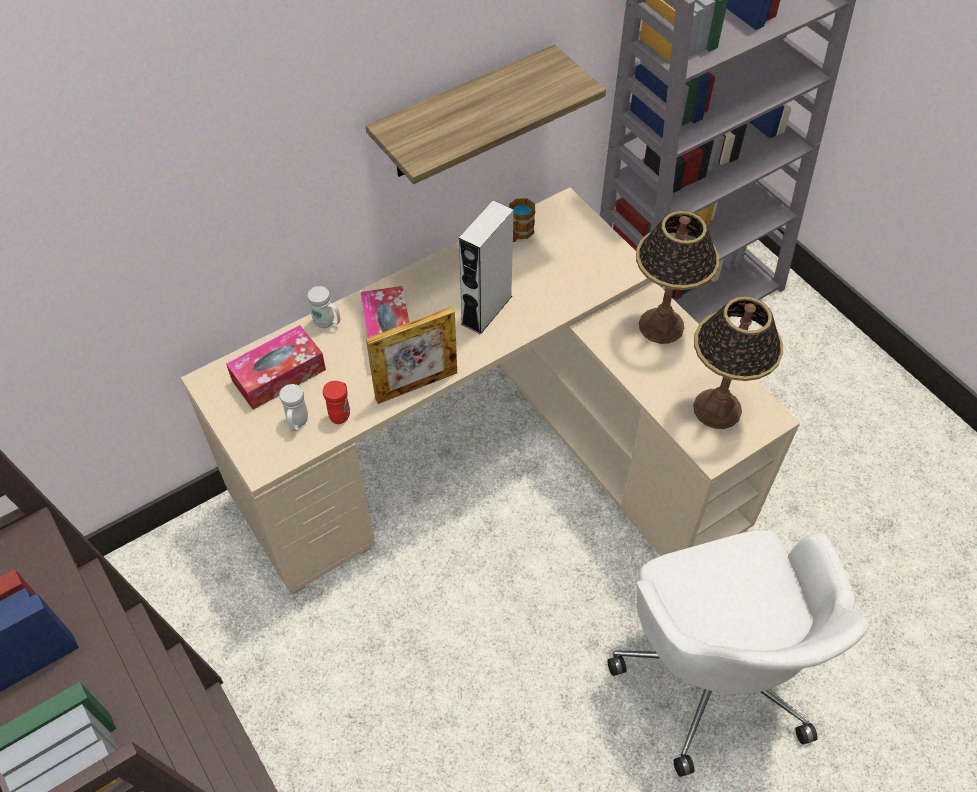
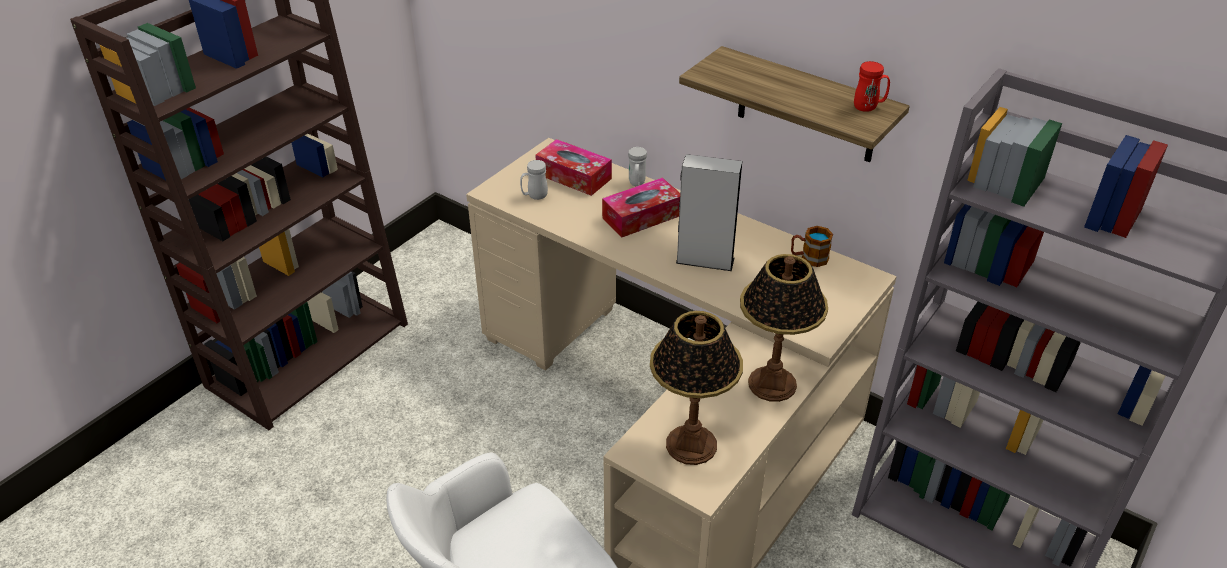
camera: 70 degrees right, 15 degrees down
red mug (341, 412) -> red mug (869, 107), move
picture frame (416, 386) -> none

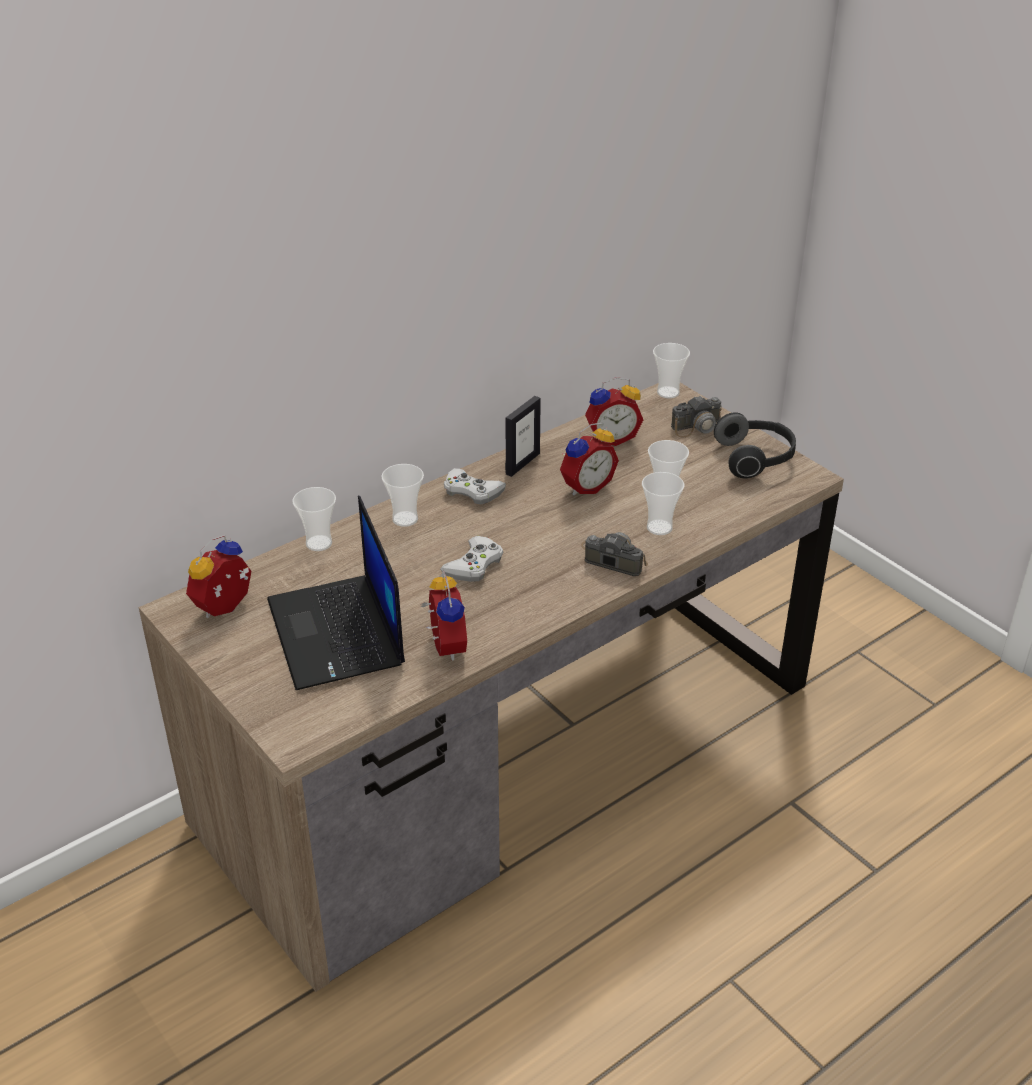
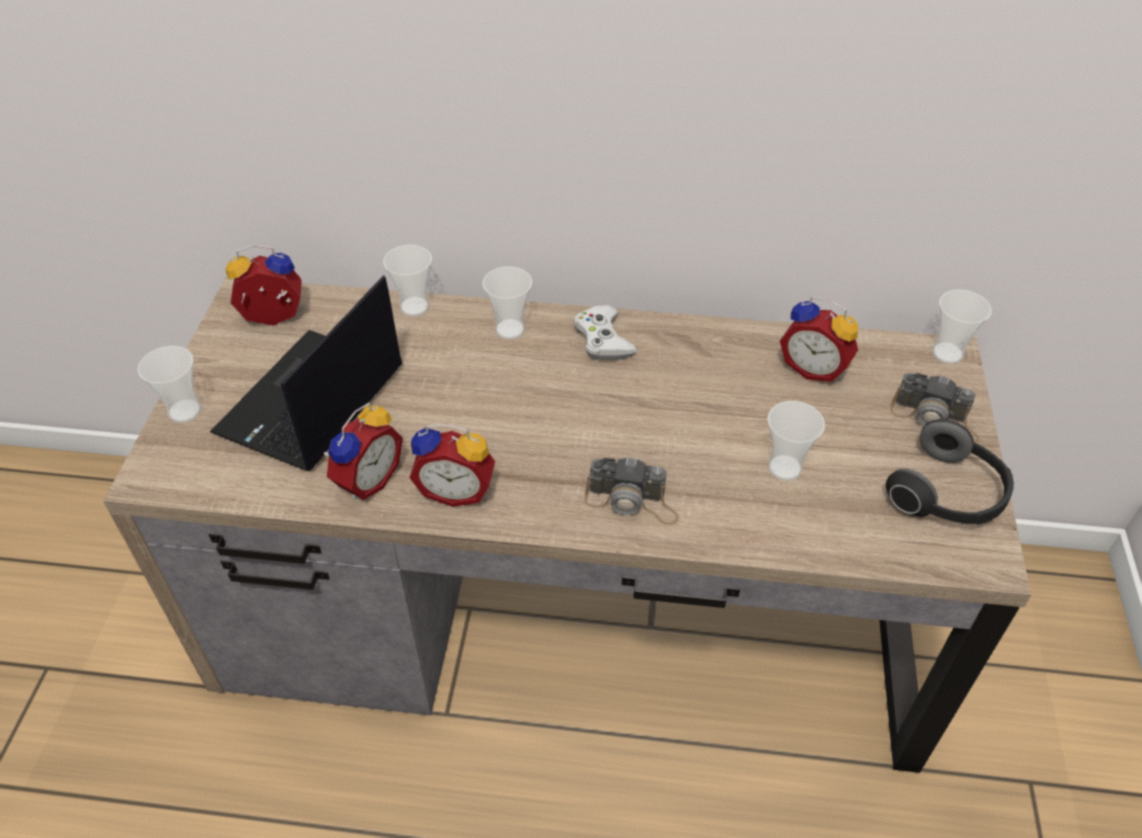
camera: 45 degrees right, 10 degrees up
white game controller (474, 565) -> none
picture frame (522, 463) -> none
alarm clock (585, 486) -> alarm clock (457, 489), move
photo camera (611, 558) -> photo camera (632, 501), 120 degrees clockwise
cup (659, 527) -> cup (185, 411), move

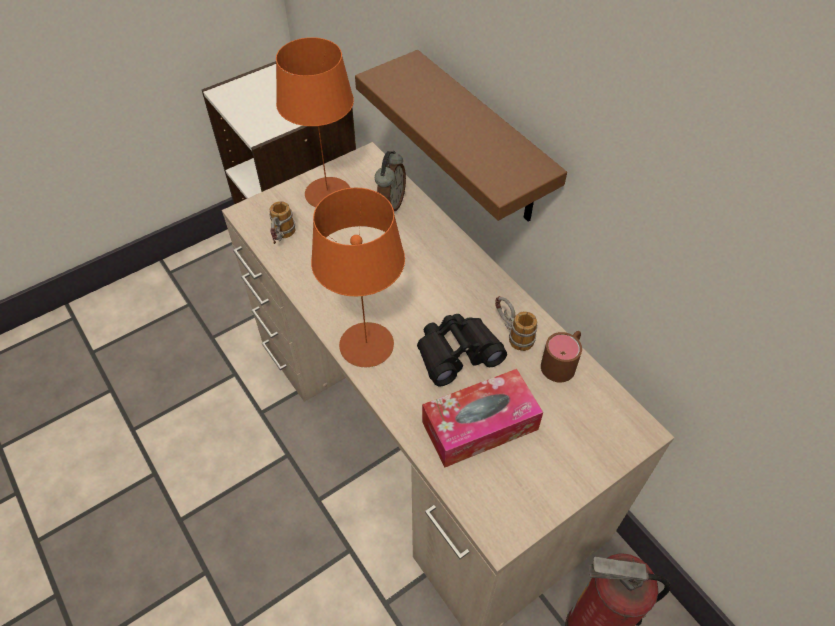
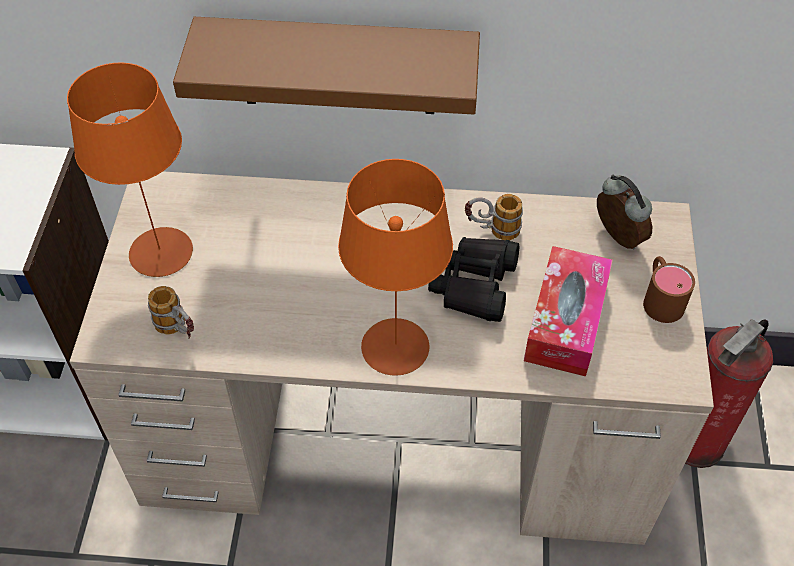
camera: 50 degrees left, 0 degrees up
alarm clock (390, 203) -> alarm clock (616, 238), move
brown mug (562, 362) -> brown mug (660, 298), move

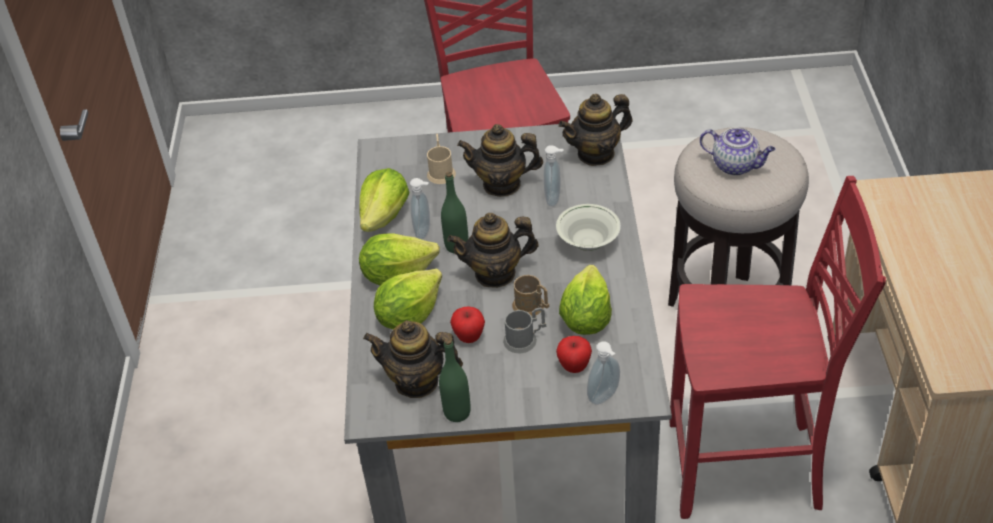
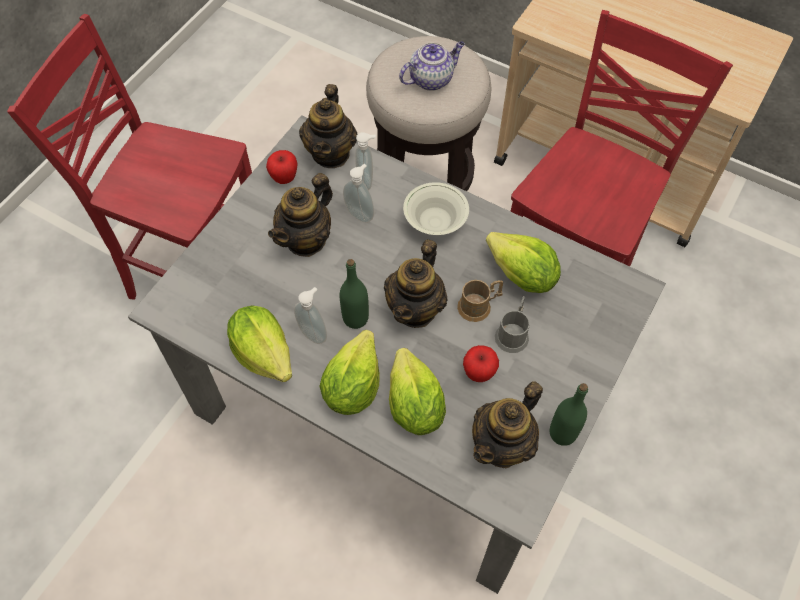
camera: 60 degrees left, 15 degrees up
beige mug (441, 171) -> none
apple (574, 367) -> apple (284, 178), move
soap dispenser (605, 397) -> soap dispenser (367, 181), move

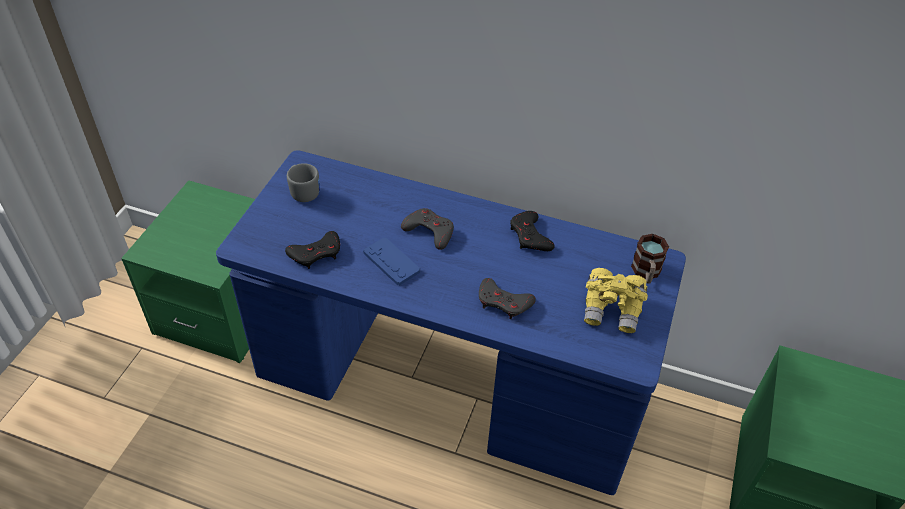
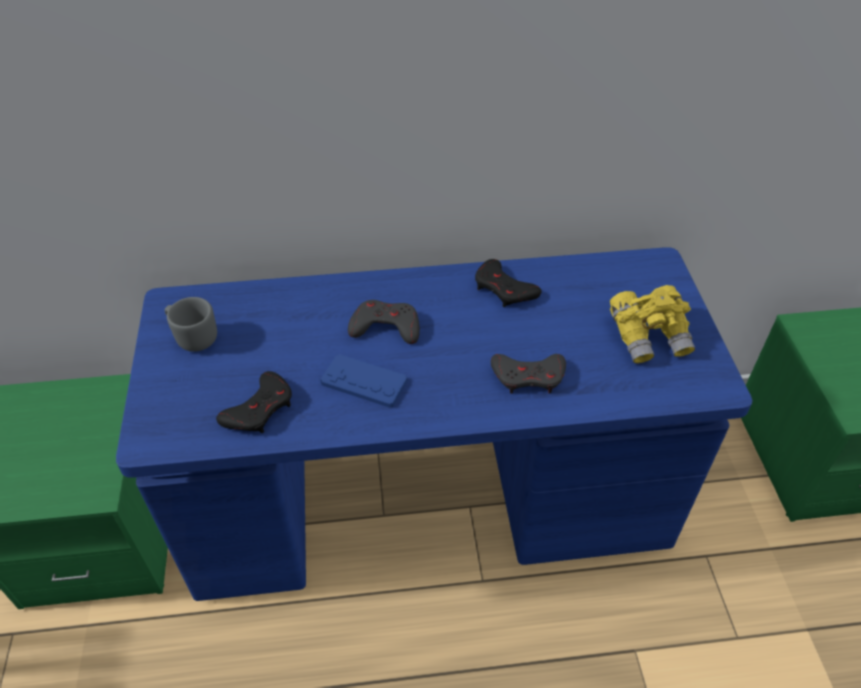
camera: 25 degrees left, 0 degrees up
mug (646, 273) -> none

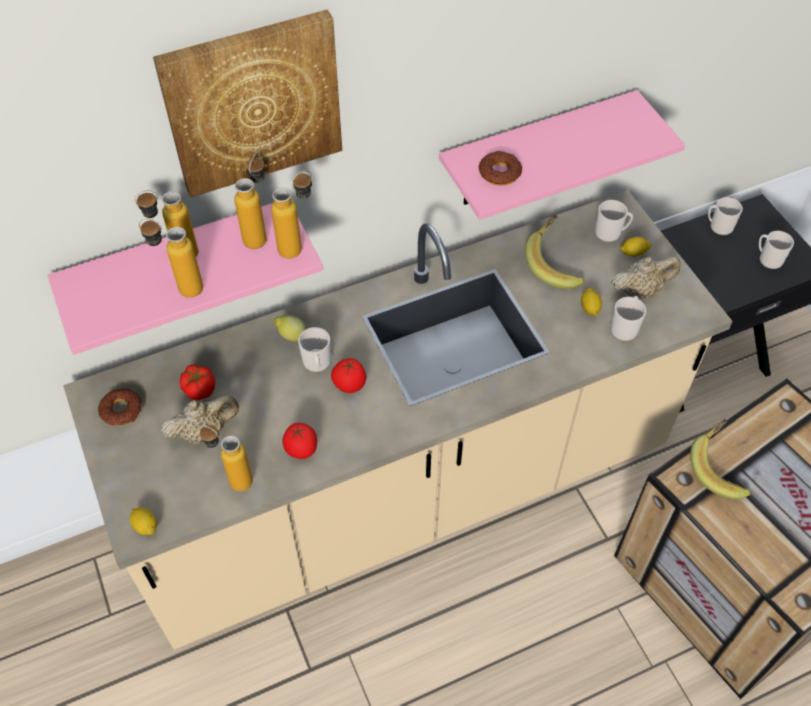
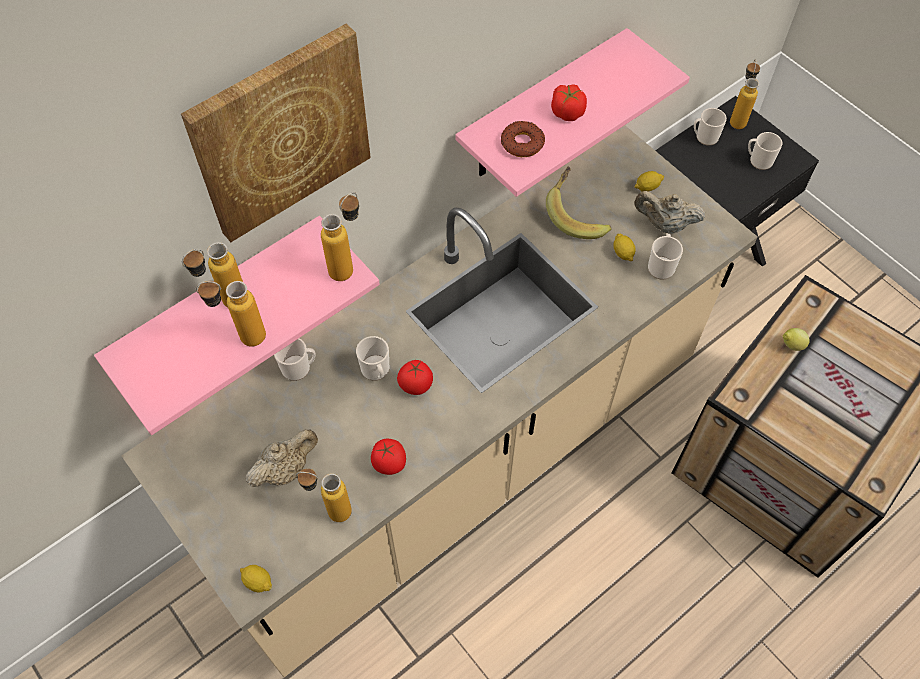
camera: 15 degrees left, 5 degrees up
donut (121, 410) -> none
tomato (199, 389) -> tomato (567, 112), move
bottle (259, 234) -> bottle (737, 118), move
lemon (291, 336) -> lemon (791, 345), move
mug (610, 233) -> mug (299, 368), move
beige teapot (640, 290) -> beige teapot (664, 225), 135 degrees counterclockwise
banana (720, 468) -> none

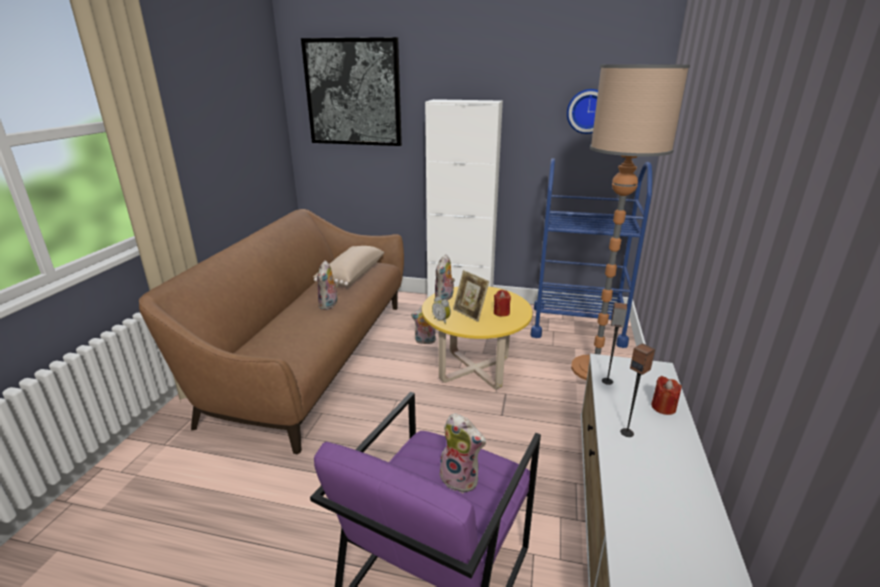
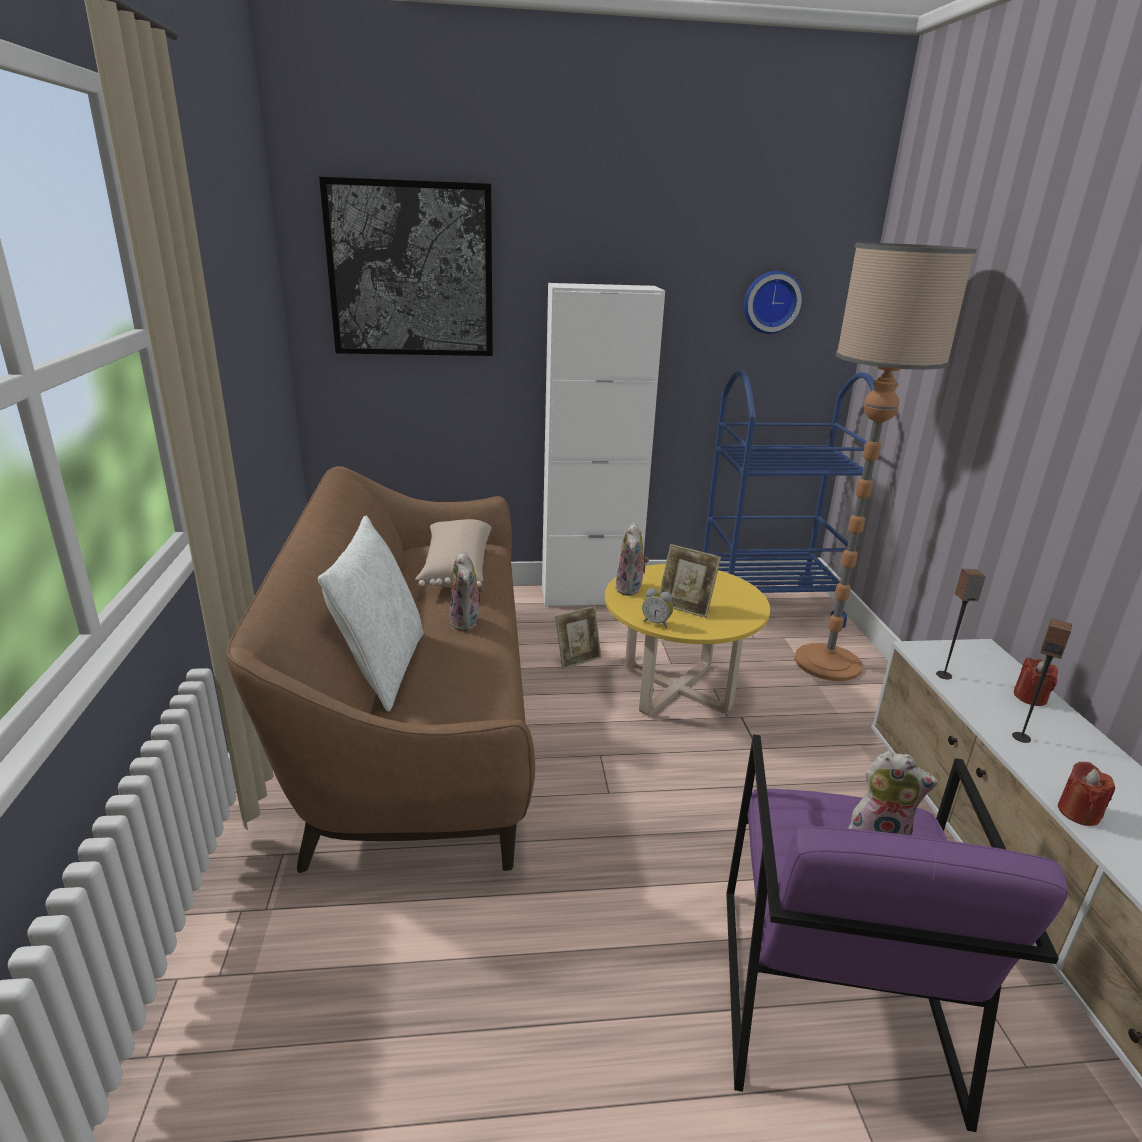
camera: 20 degrees left, 0 degrees up
plush toy (424, 341) -> picture frame (577, 659)
red candle (501, 312) -> red candle (1078, 812), move
none -> white pillow (381, 668)

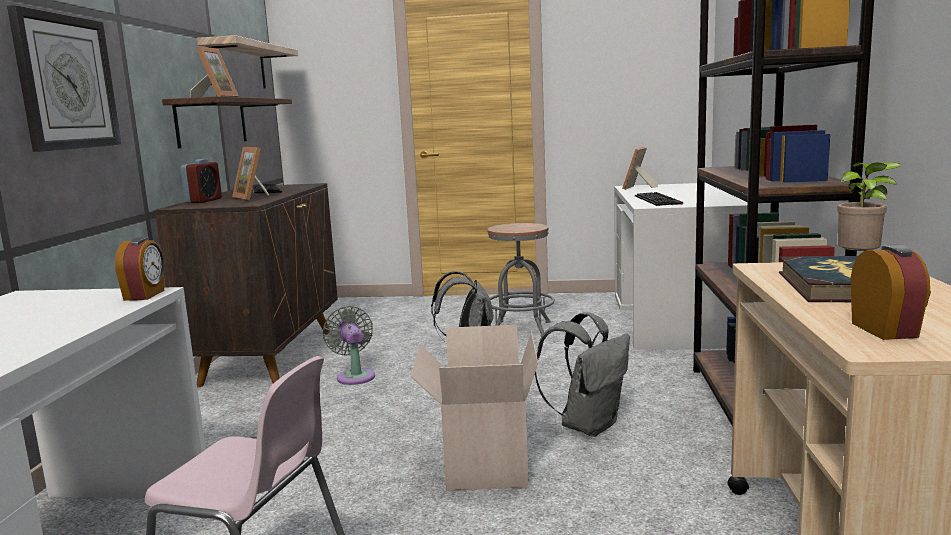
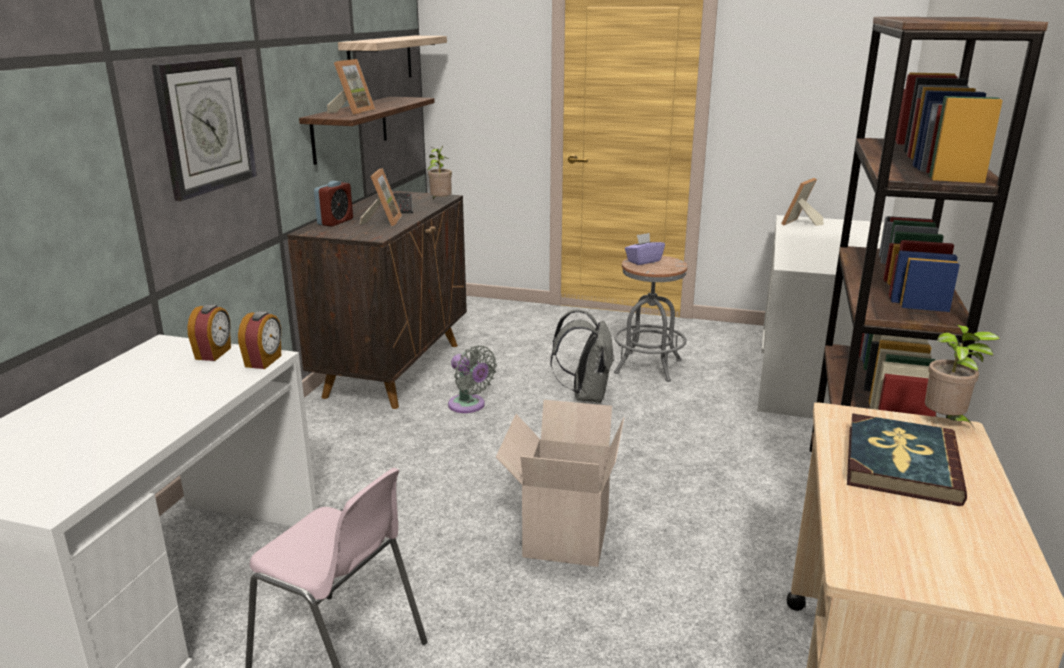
camera: 10 degrees right, 10 degrees up
picture frame (254, 197) -> picture frame (383, 221), 150 degrees counterclockwise
grey fan (355, 376) -> grey fan (469, 406), 150 degrees clockwise
grey backpack (588, 425) -> none
keyboard (659, 200) -> none
alarm clock (885, 330) -> alarm clock (214, 353), move
none -> potted plant (440, 202)
none -> purple tissue box (643, 261)

